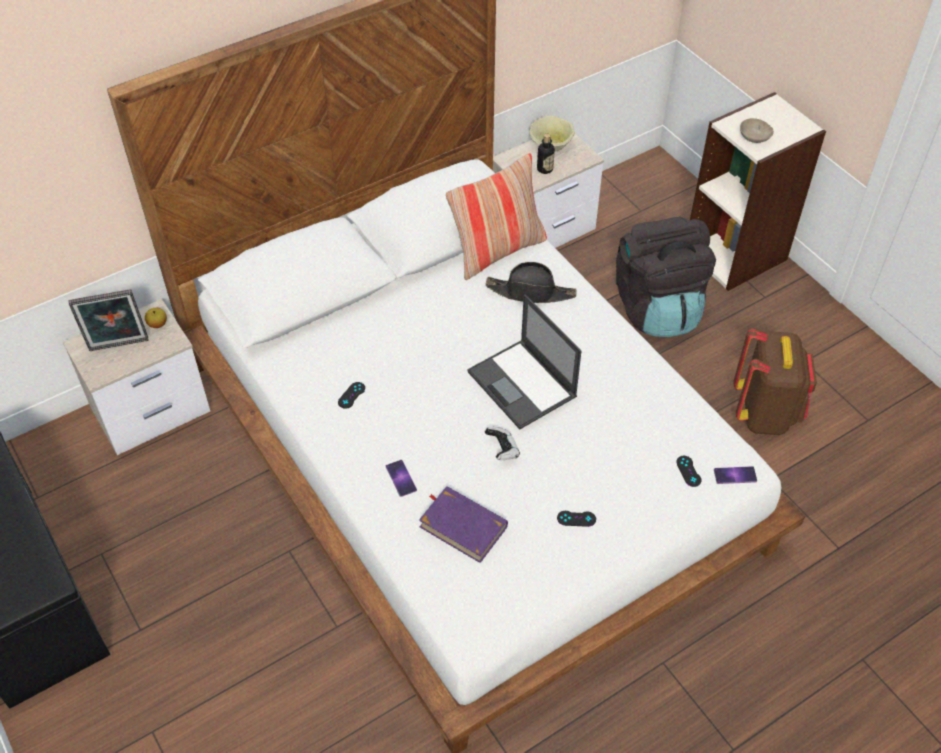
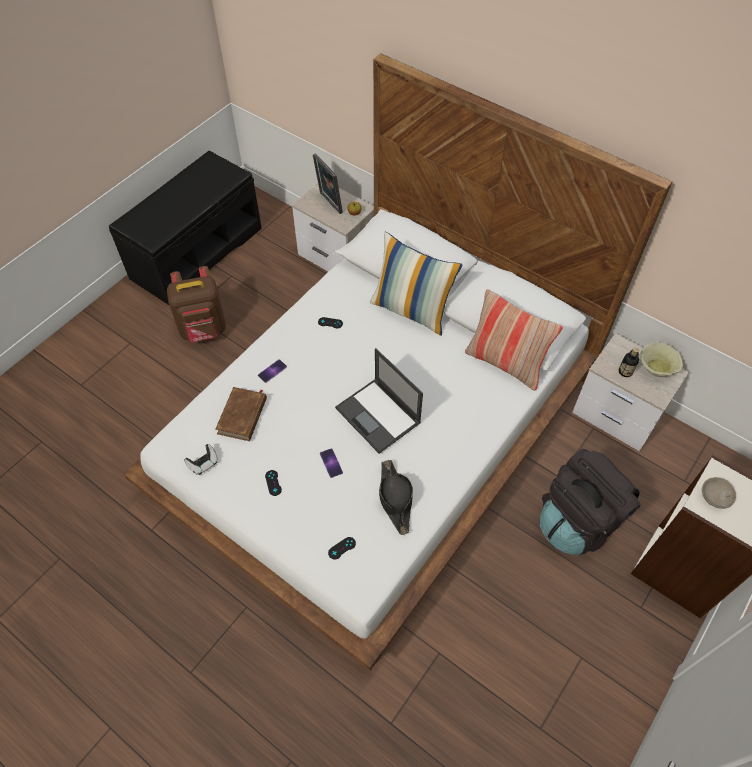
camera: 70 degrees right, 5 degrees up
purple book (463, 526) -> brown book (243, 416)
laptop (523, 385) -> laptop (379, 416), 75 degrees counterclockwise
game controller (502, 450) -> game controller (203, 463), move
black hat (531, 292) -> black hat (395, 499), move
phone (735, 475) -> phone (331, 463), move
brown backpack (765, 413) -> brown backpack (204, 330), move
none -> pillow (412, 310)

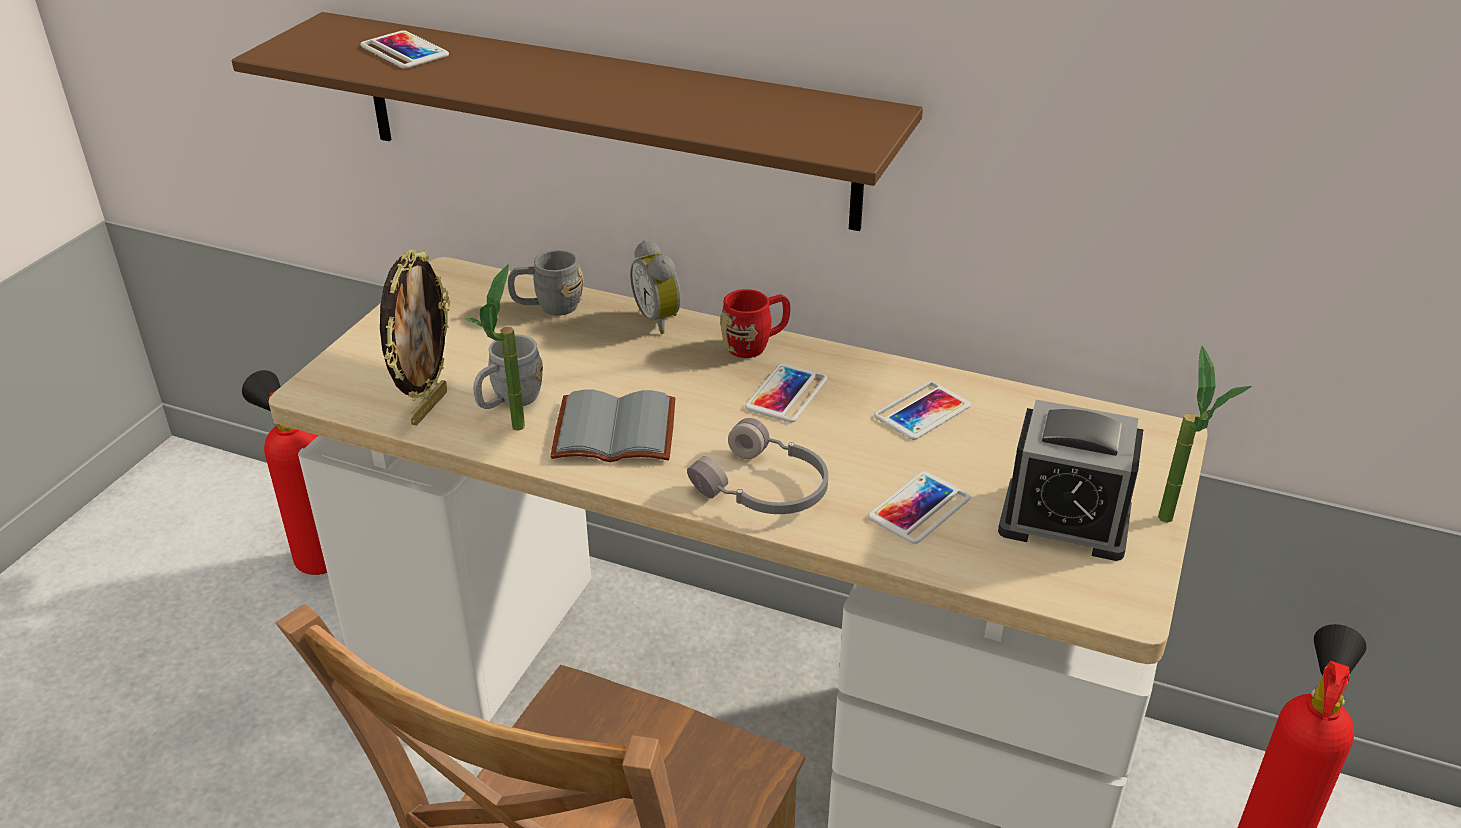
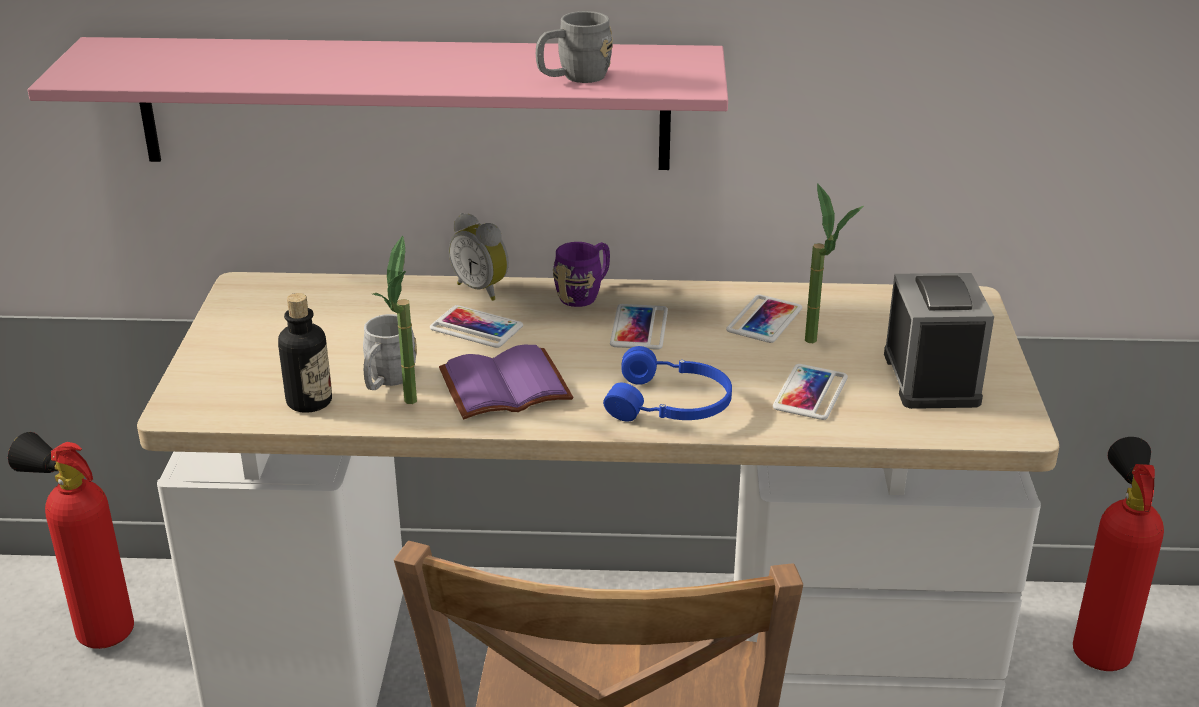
camera: 20 degrees left, 5 degrees down
brown shelf (603, 119) -> pink shelf (404, 103)
phone (404, 51) -> phone (476, 327), move
picture frame (427, 407) -> bottle (309, 401)
grey mug (548, 307) -> grey mug (574, 78), move
grey book (617, 429) -> purple book (506, 384)
grey headphones (763, 489) -> blue headphones (670, 405)
red mug (756, 344) -> purple mug (585, 293)
alarm clock (1064, 521) -> alarm clock (931, 378), 90 degrees counterclockwise
potted plant (1175, 527) -> potted plant (821, 345), move

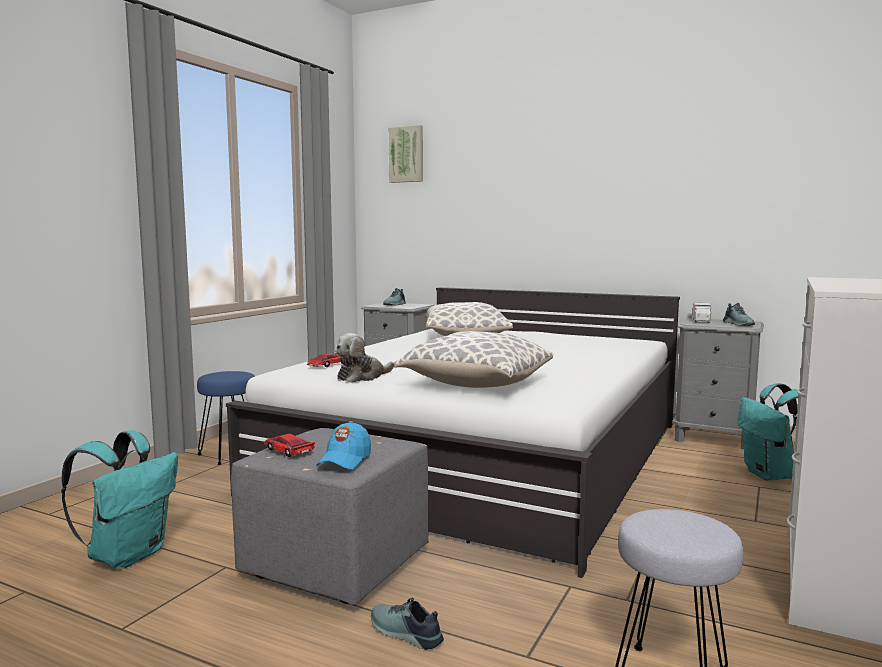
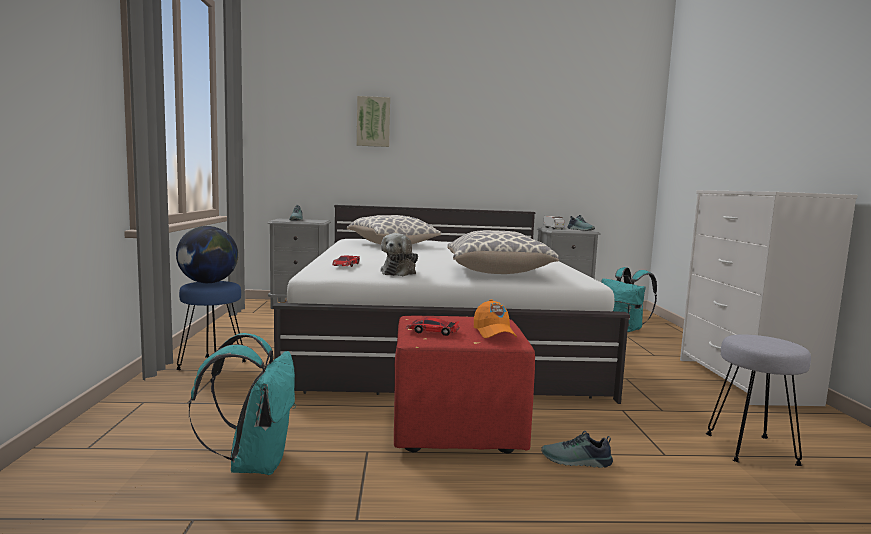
camera: 30 degrees left, 0 degrees up
grey ottoman (338, 565) -> red ottoman (456, 429)
blue cap (345, 460) -> orange cap (493, 332)
picture (407, 154) -> picture (373, 122), move
none -> globe (208, 283)

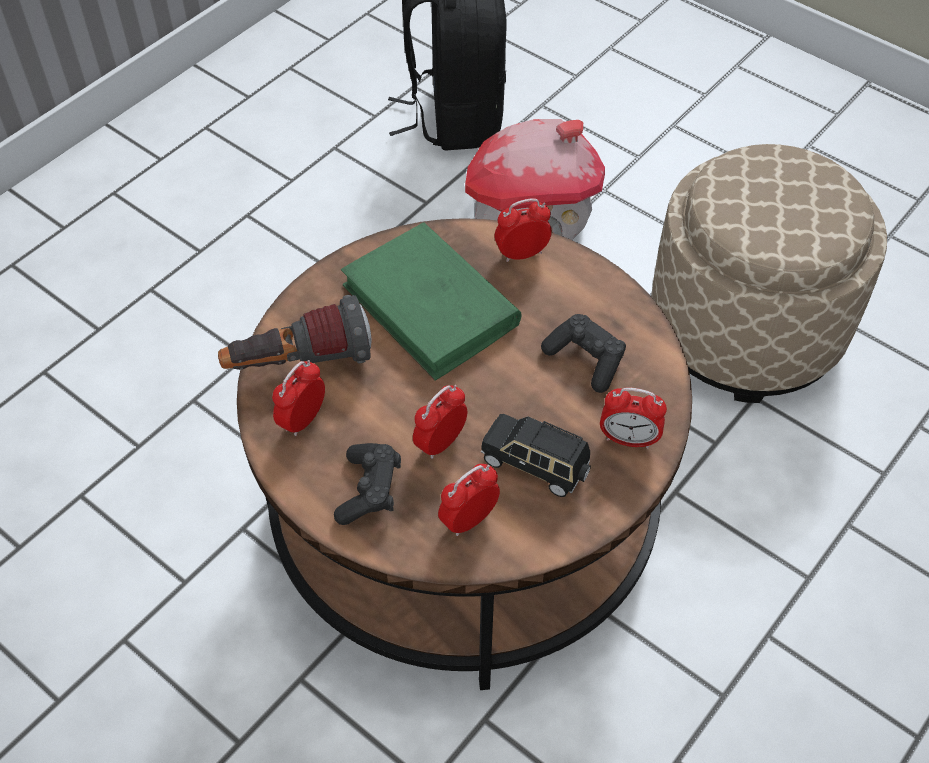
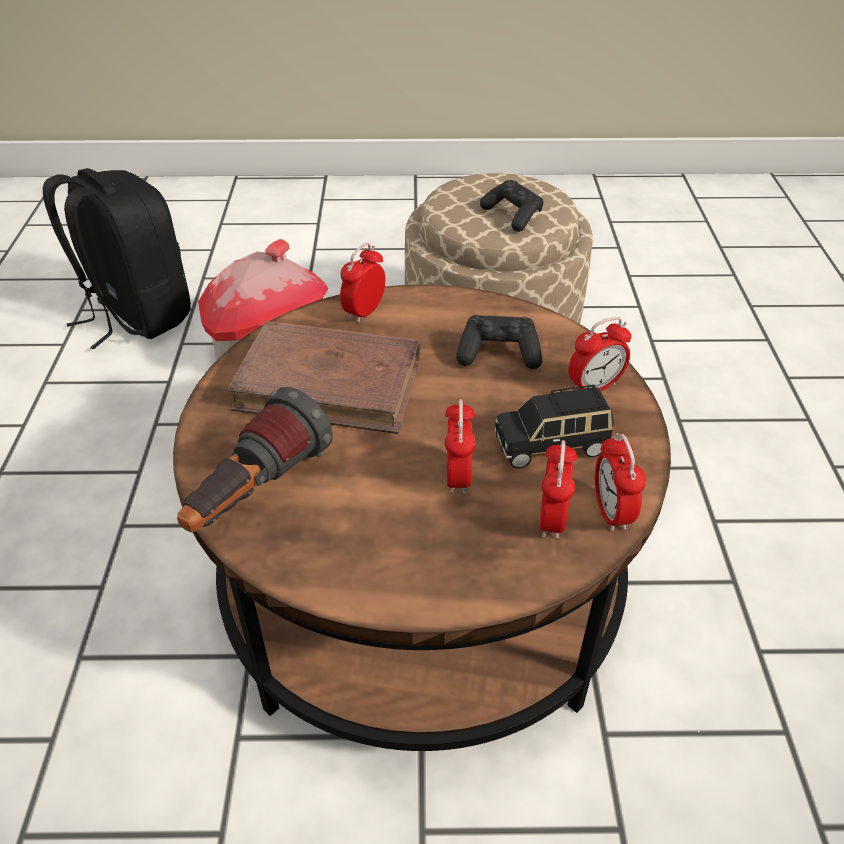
camera: 40 degrees left, 10 degrees down
alarm clock (303, 419) -> alarm clock (611, 512), move
black game controller (369, 491) -> black game controller (512, 215), move
green book (431, 306) -> brown book (330, 383)

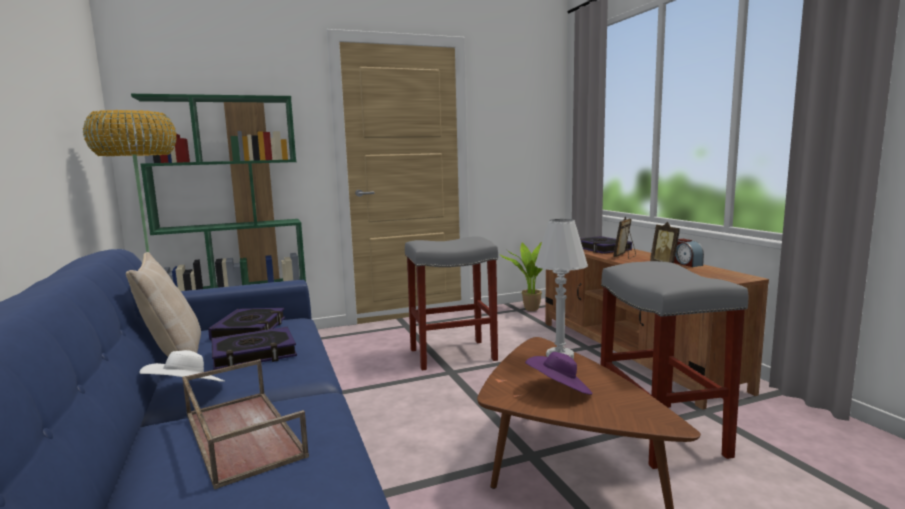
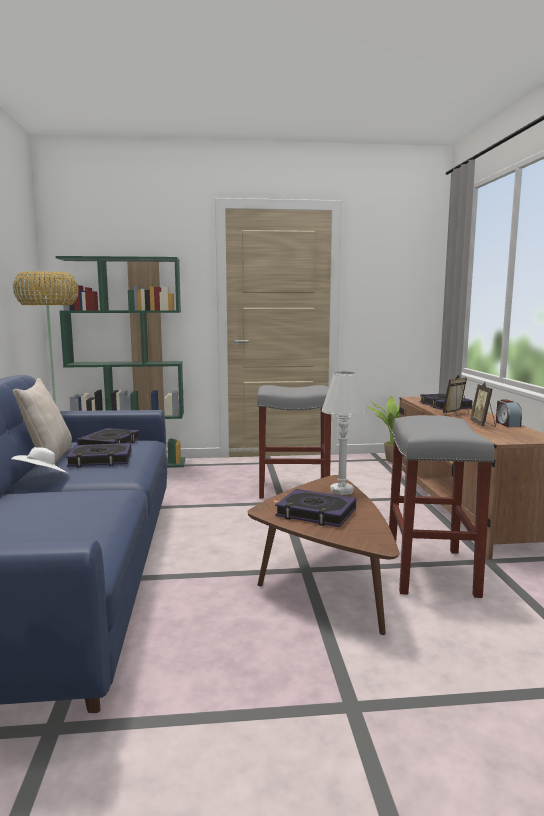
camera: 15 degrees right, 0 degrees up
brown tray (240, 434) -> none
purple hat (559, 391) -> book (316, 513)

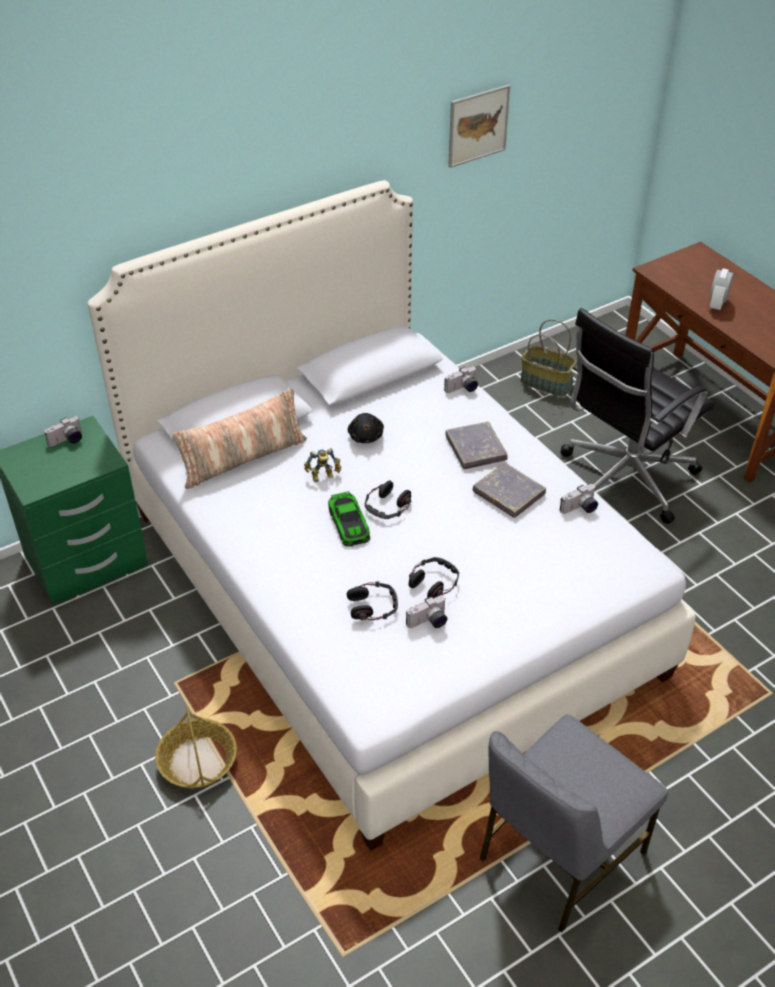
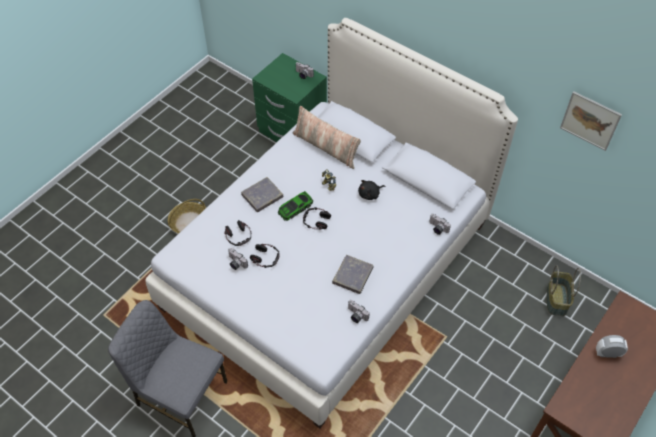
camera: 70 degrees right, 10 degrees up
grey book (475, 449) -> grey book (262, 196), move
black office chair (623, 479) -> none

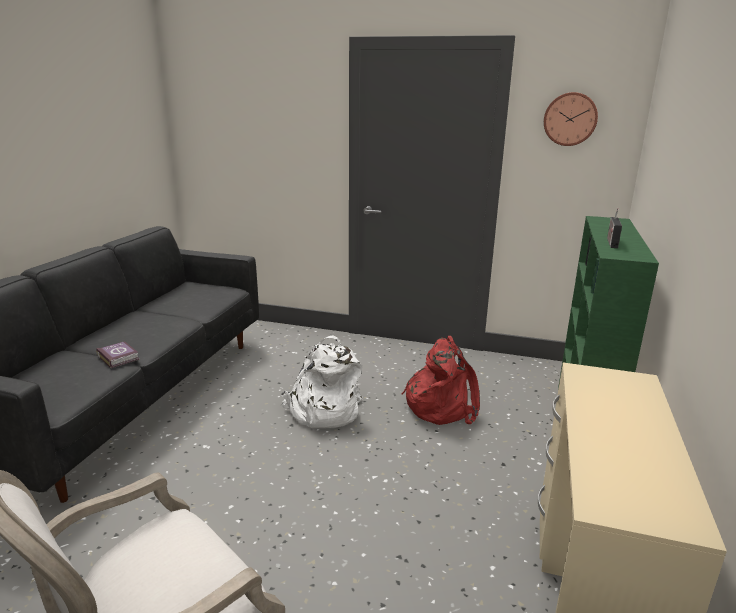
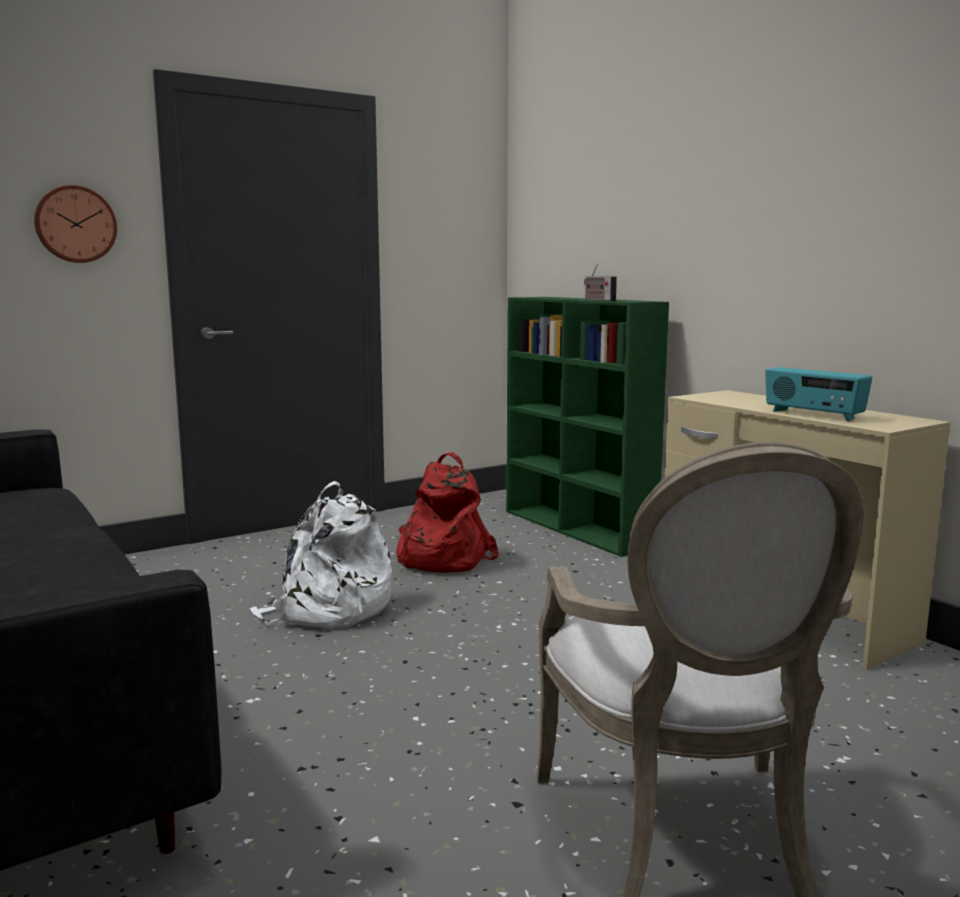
camera: 50 degrees left, 10 degrees down
book (118, 357) -> none
wall clock (570, 119) -> wall clock (75, 224), move
none -> radio (813, 415)

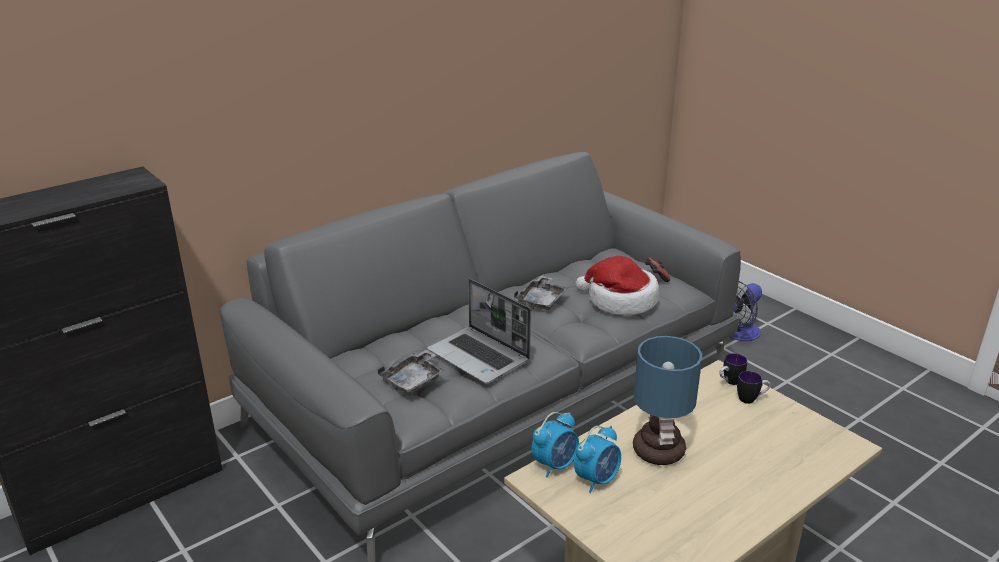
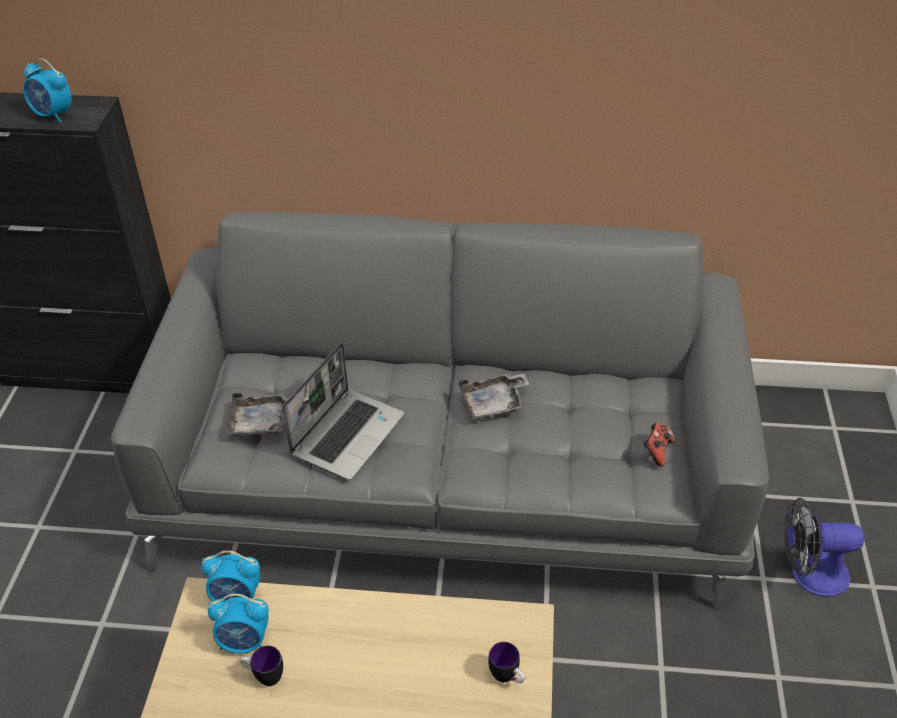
camera: 45 degrees right, 15 degrees up
laptop (480, 356) -> laptop (347, 434), 150 degrees counterclockwise
hat (620, 300) -> none
table lamp (660, 452) -> none
mug (729, 382) -> mug (264, 676), move
none -> alarm clock (53, 115)

